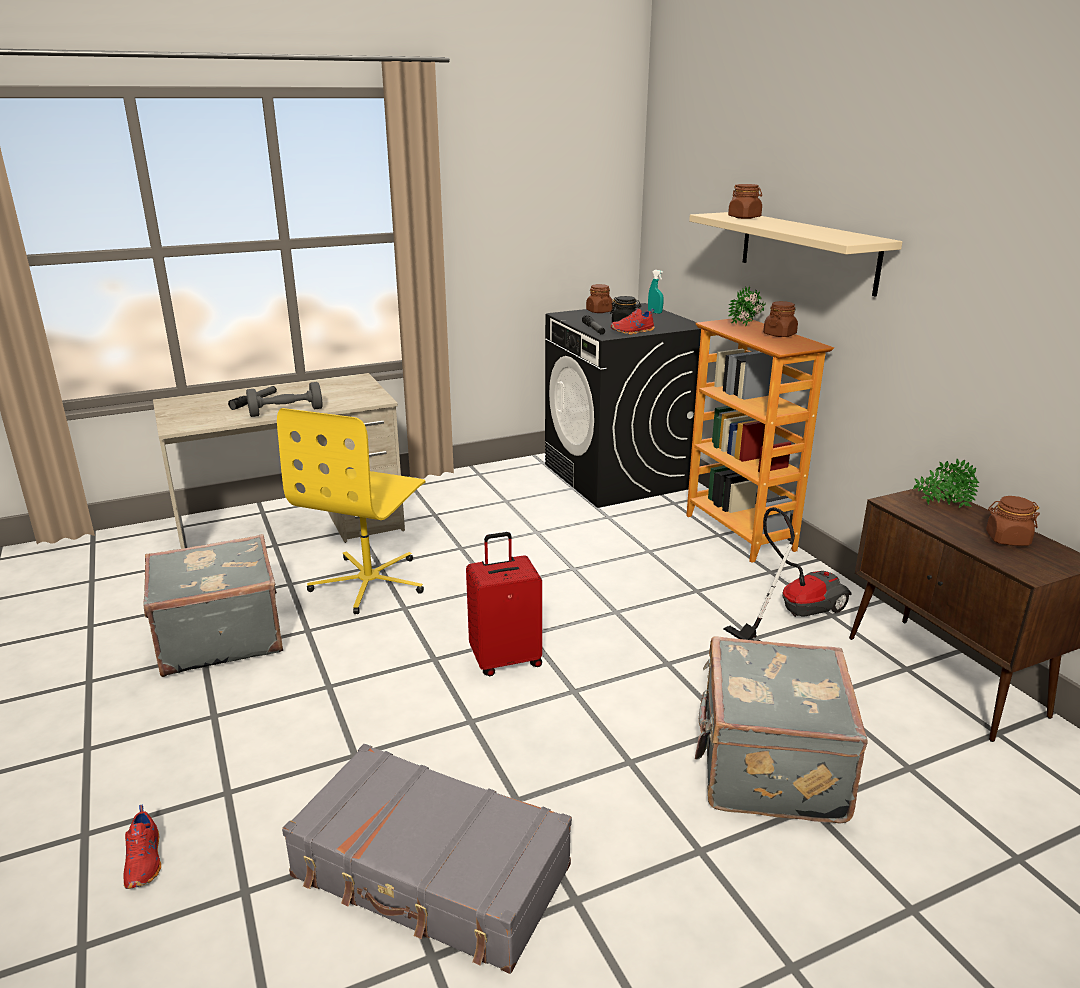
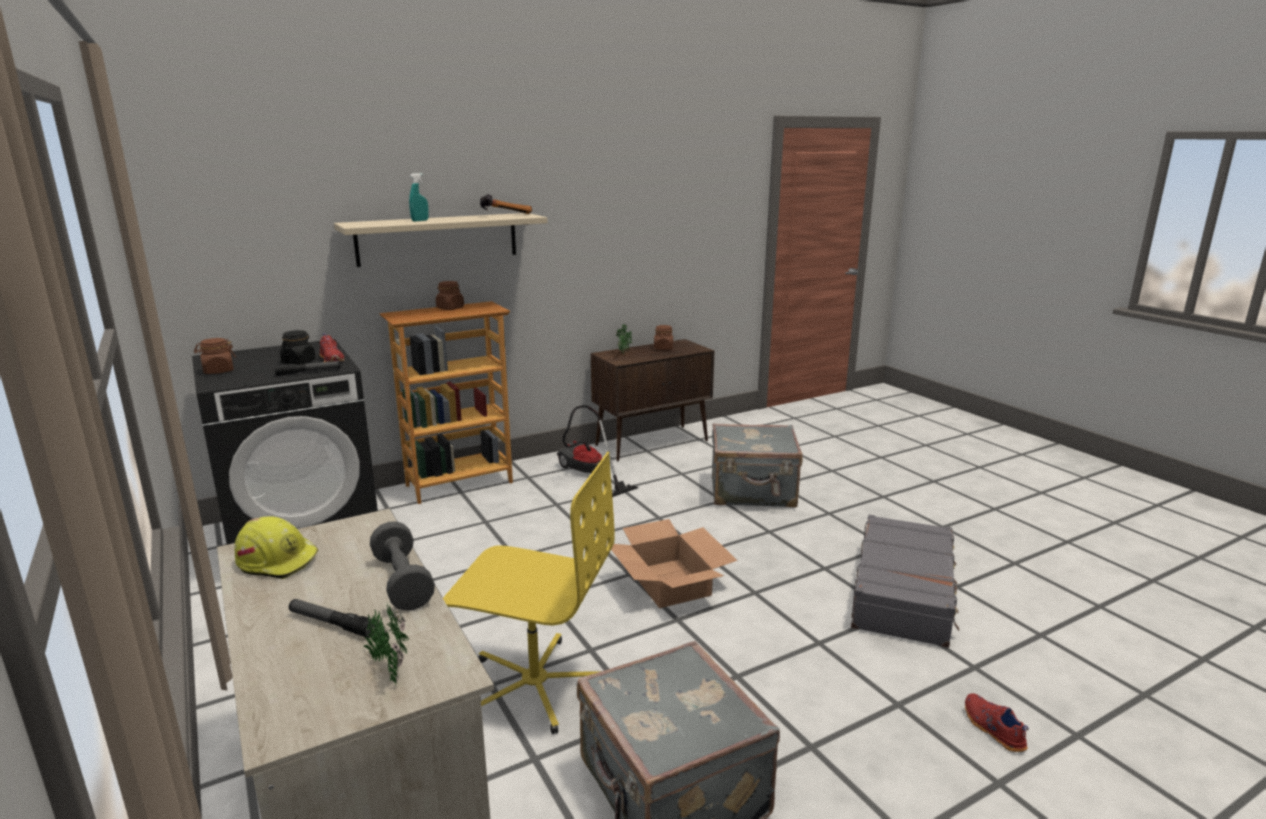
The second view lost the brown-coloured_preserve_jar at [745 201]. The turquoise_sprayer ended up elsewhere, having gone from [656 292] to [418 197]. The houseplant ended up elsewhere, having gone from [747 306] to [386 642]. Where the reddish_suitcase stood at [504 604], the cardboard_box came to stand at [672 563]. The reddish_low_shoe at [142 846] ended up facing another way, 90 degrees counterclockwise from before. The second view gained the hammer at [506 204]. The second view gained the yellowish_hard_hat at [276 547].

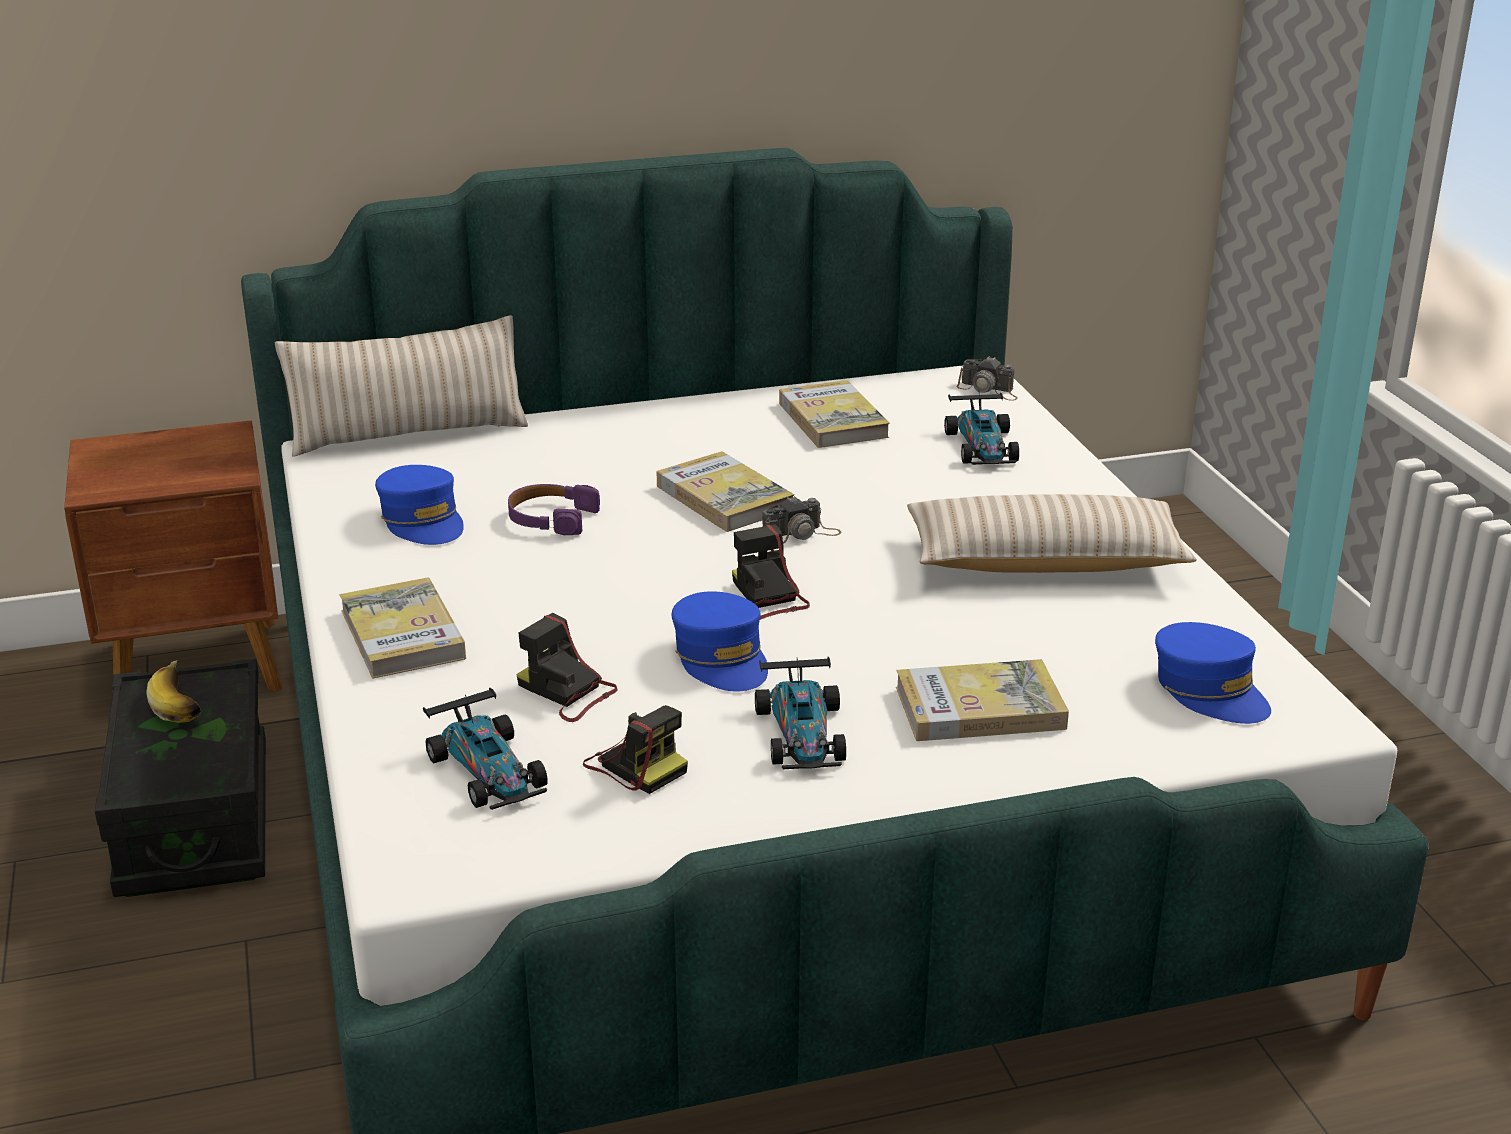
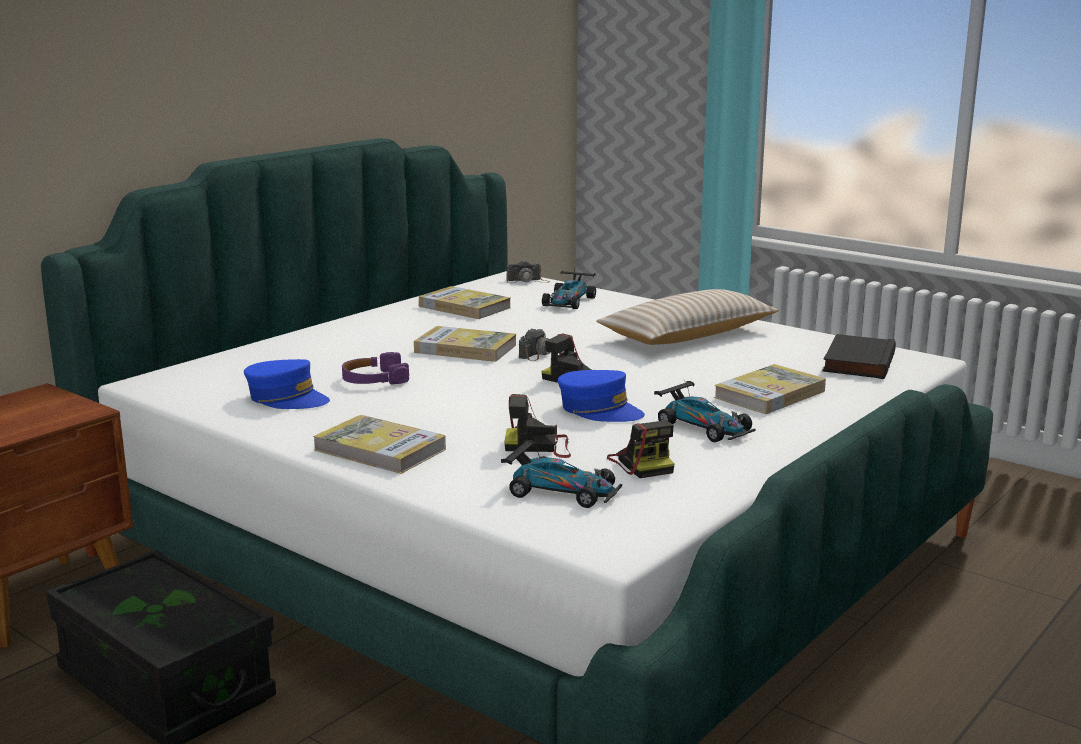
The second view lost the beige-coloured_throw_pillow at [401 386]. The toy_car at [981 427] ended up facing another way, 60 degrees clockwise from before. Where the bluish_peaked_cap stood at [1213 673], the black-coloured_book came to stand at [859 356]. The second view lost the whole_banana at [174 691]. The still_camera at [635 749] ended up facing another way, 60 degrees clockwise from before.

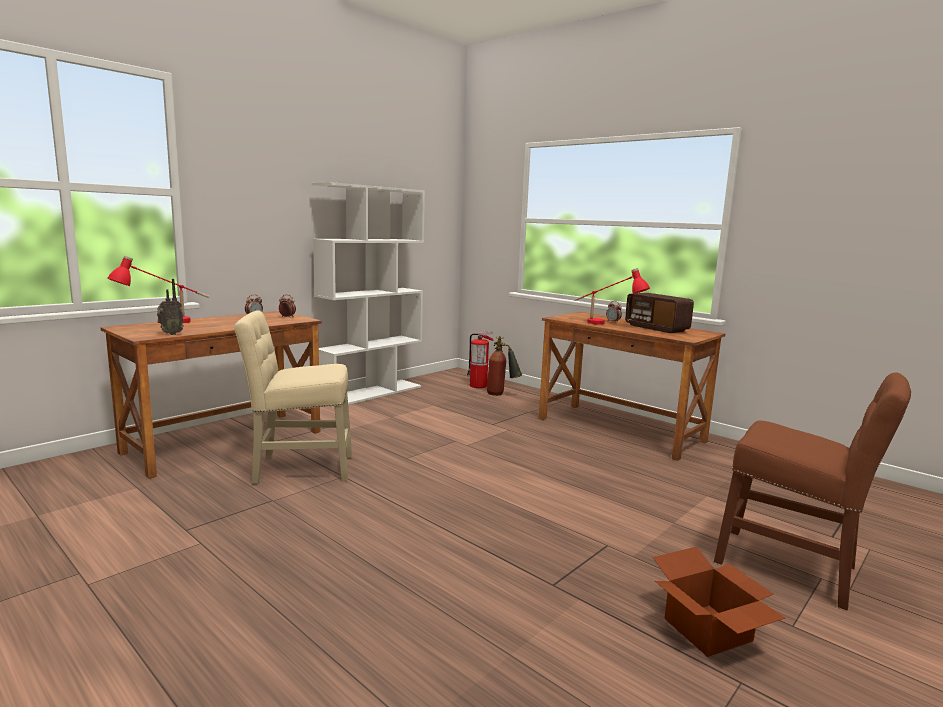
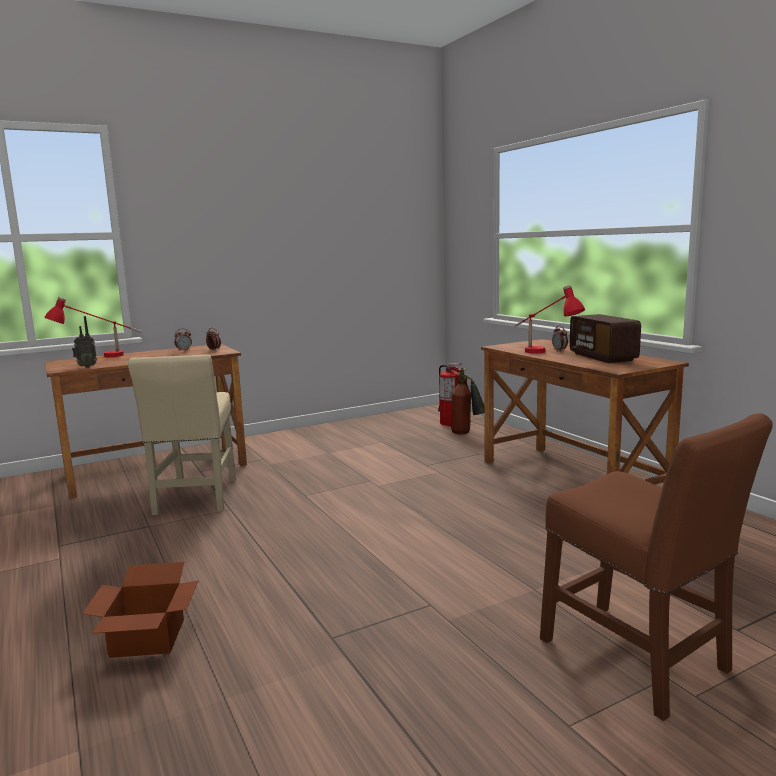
The second view lost the whitish_bookshelf at [368 294]. The beige-coloured_plain_chair at [293 397] ended up facing another way, 105 degrees counterclockwise from before. The cardboard_box ended up elsewhere, having gone from [719 602] to [140 610].

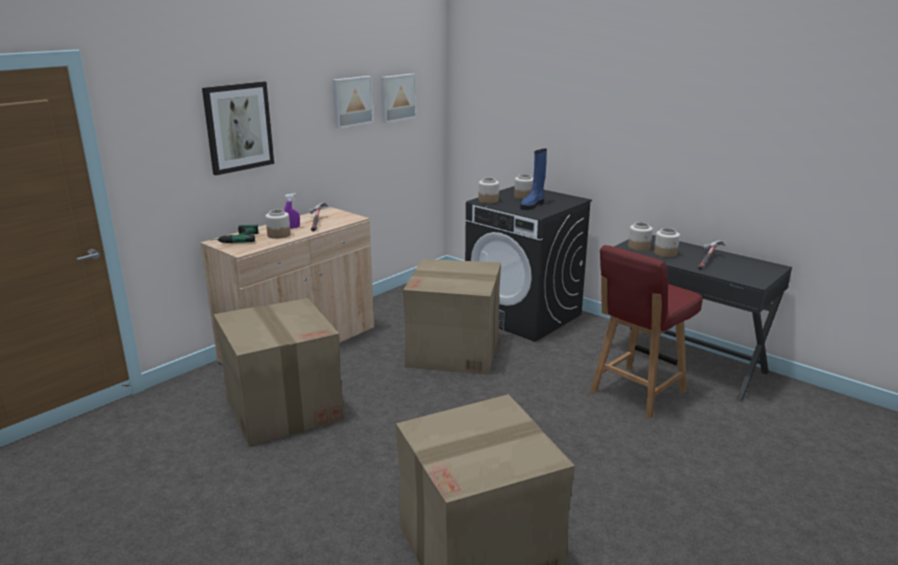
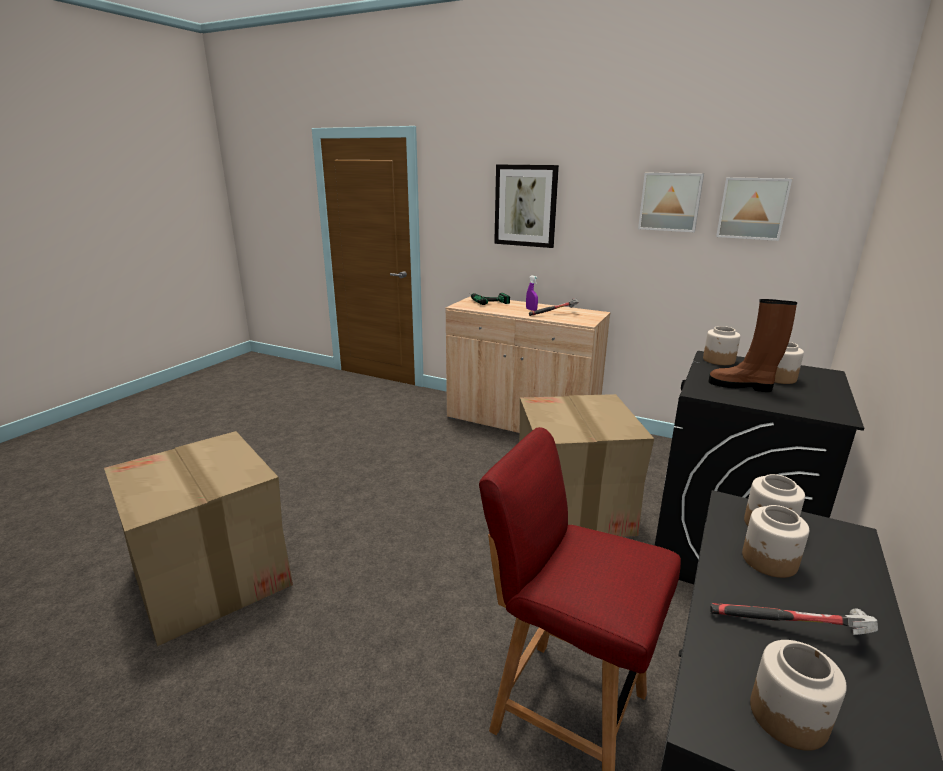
What was the bluish_high-top_boot at [533 179] turned into the brown-coloured_high-top_boot at [752 345]. The preserve_jar ended up elsewhere, having gone from [278 224] to [798 695]. The second view lost the cardboard_box at [279 372].

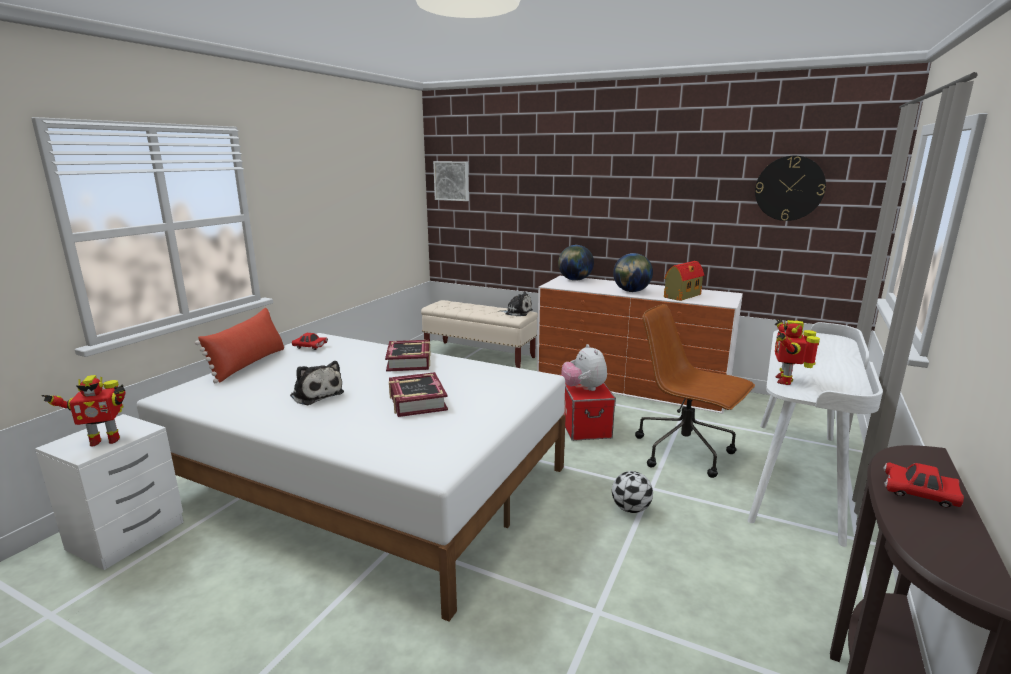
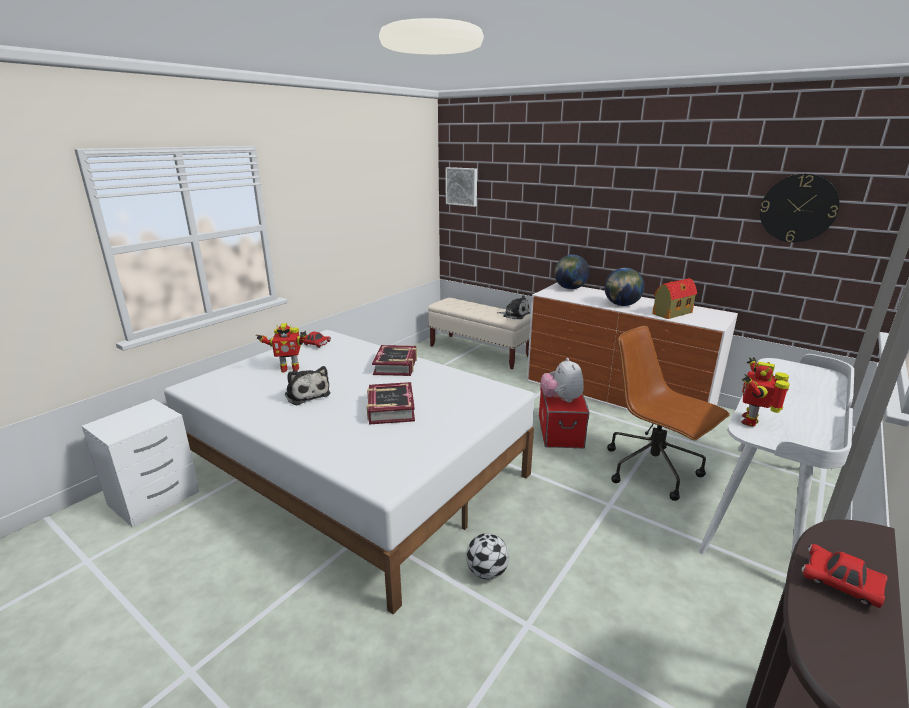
The second view lost the reddish_throw_pillow at [240 345]. The robot_figure ended up elsewhere, having gone from [83 411] to [281 348]. The ball_for_football ended up elsewhere, having gone from [632 492] to [487 556].

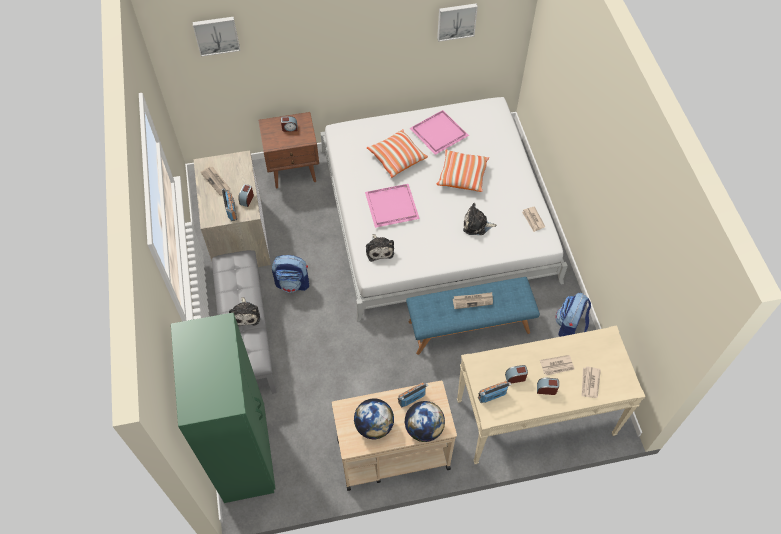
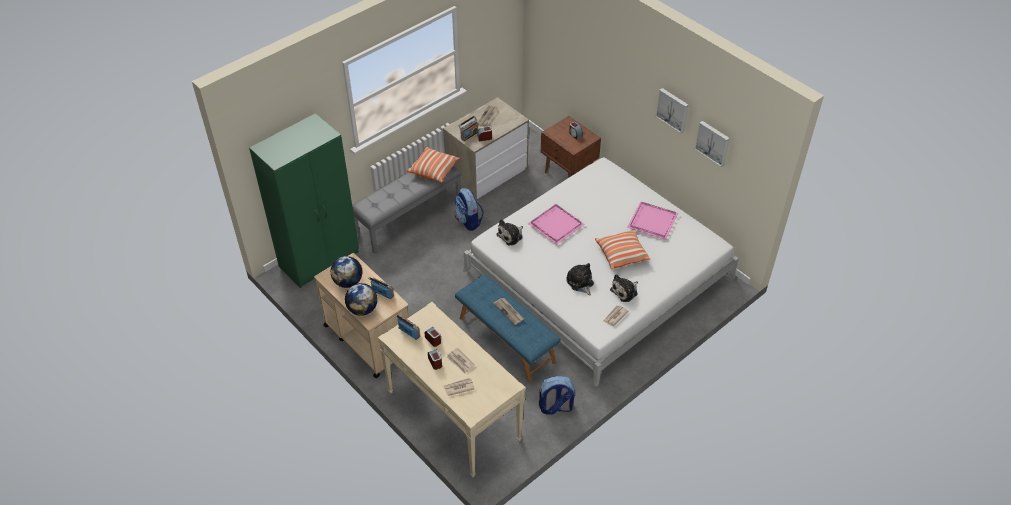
The wall_art ended up elsewhere, having gone from [216 37] to [671 110]. The throw_pillow ended up elsewhere, having gone from [397 153] to [433 164]. The plush_toy ended up elsewhere, having gone from [244 312] to [624 288].

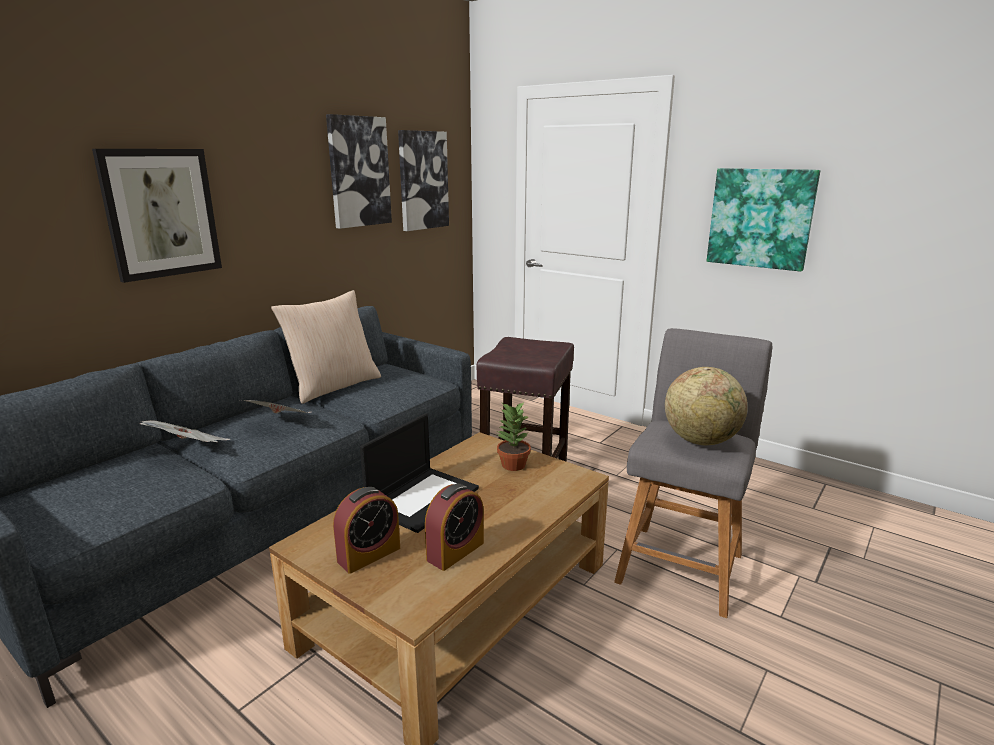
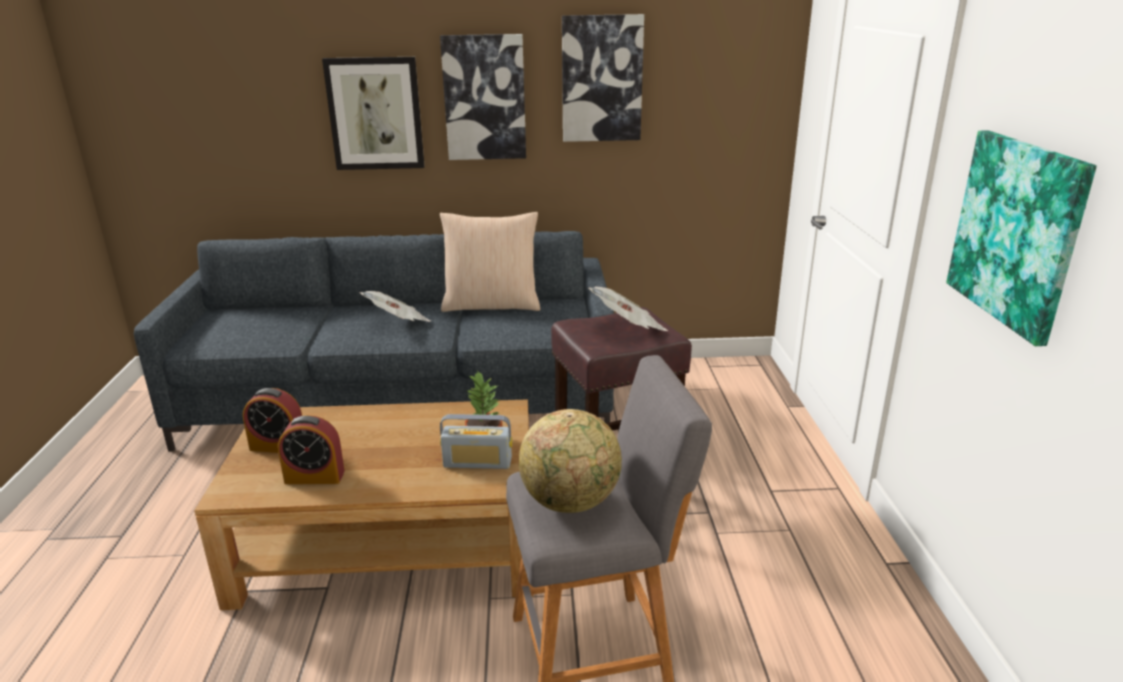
The wall_art ended up elsewhere, having gone from [423 180] to [483 97]. The second view lost the portable_computer at [419 473]. The printed_paper ended up elsewhere, having gone from [185 431] to [628 309]. The second view gained the radio at [476 441].

